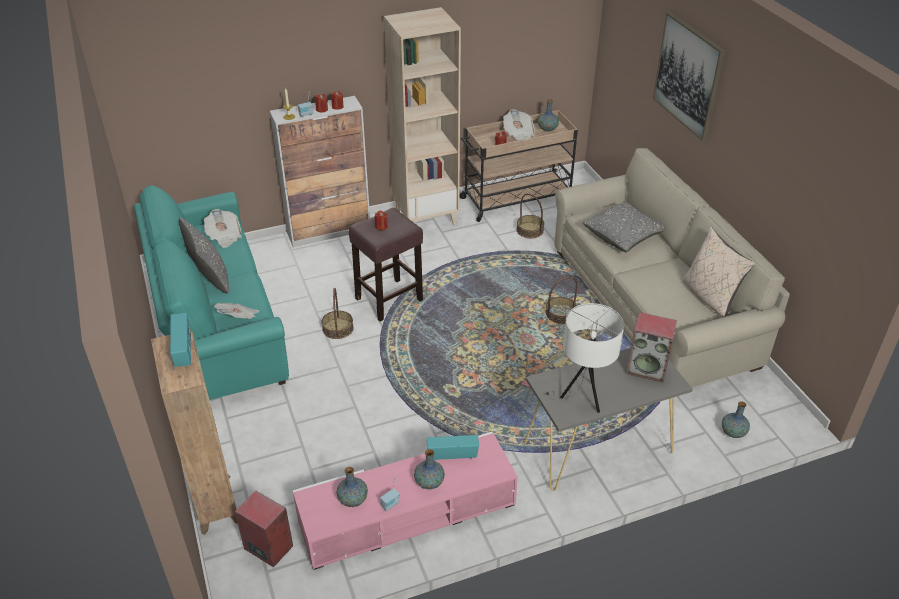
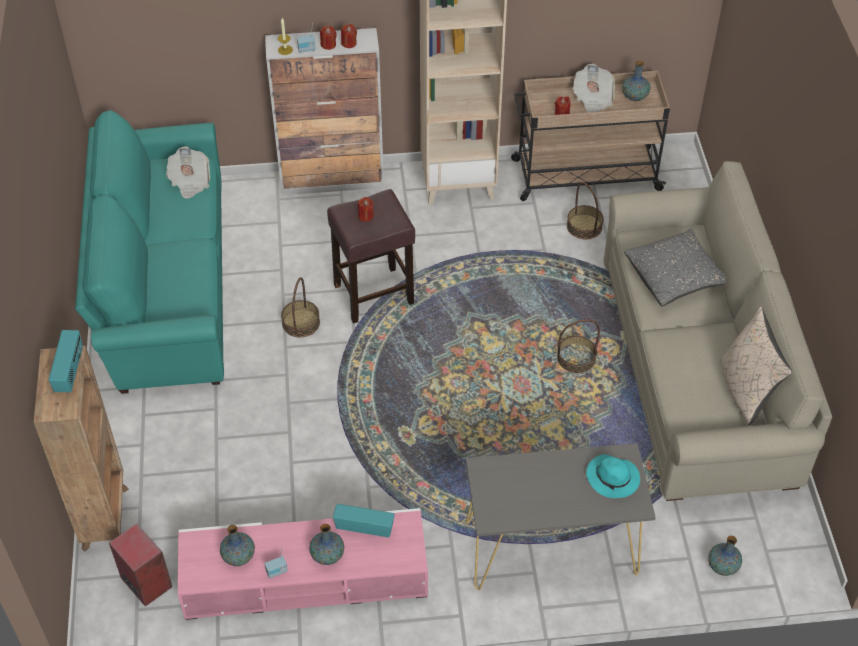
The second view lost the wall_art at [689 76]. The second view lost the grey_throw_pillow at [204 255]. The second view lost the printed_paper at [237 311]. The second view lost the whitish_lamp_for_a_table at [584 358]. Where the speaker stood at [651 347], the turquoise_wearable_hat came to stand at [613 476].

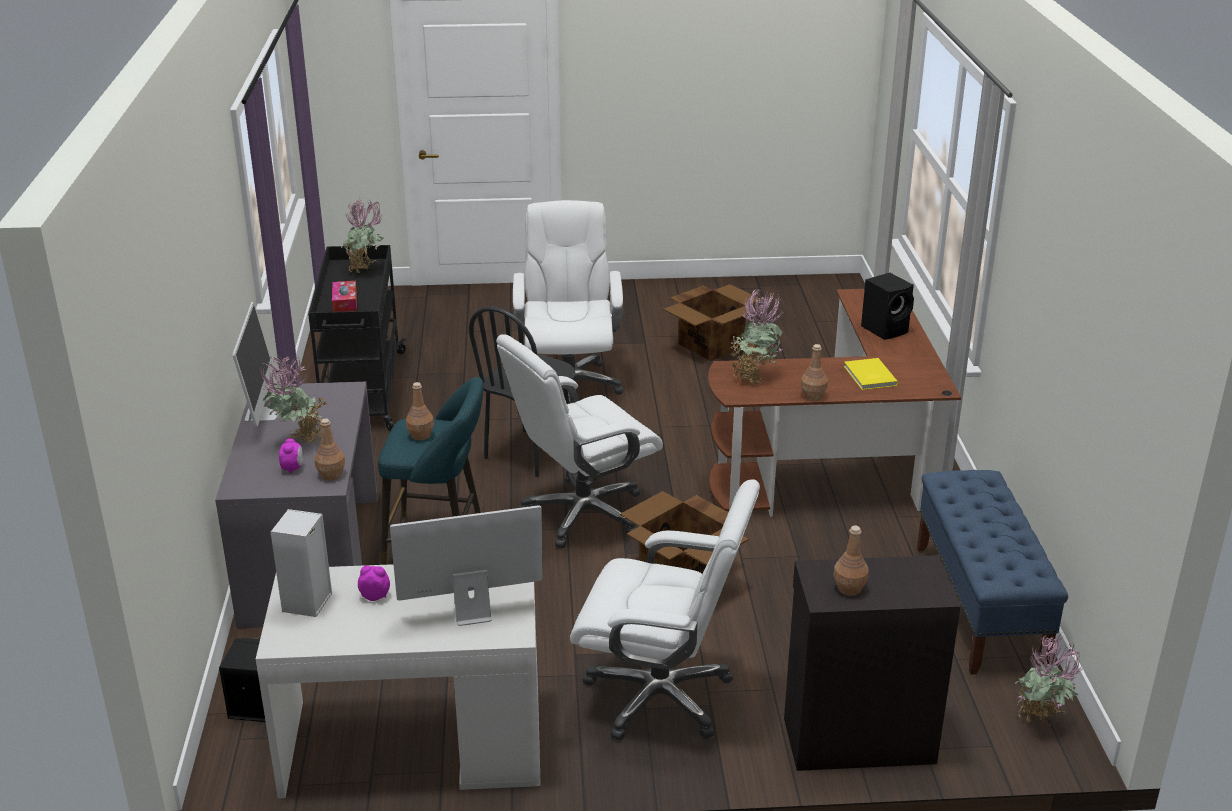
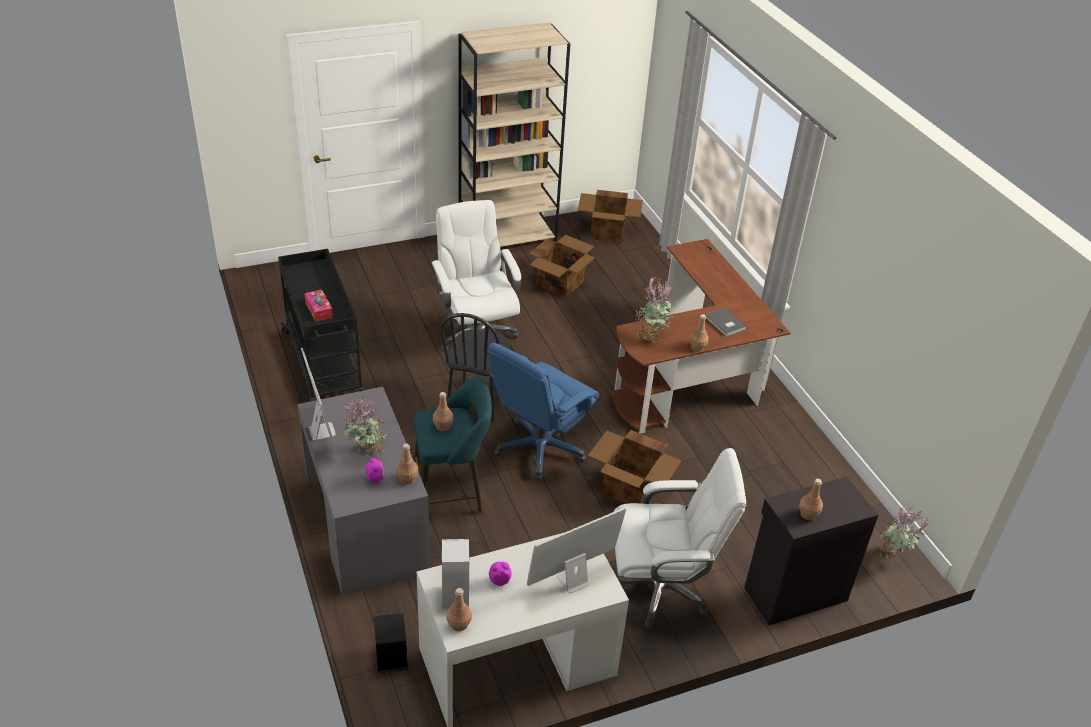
The second view lost the houseplant at [362 236]. The second view lost the black-coloured_speaker at [887 306]. What was the whitish_desk_chair at [579 441] turned into the bluish_desk_chair at [543 412]. What was the yellowish_book at [871 374] turned into the grey_book at [726 321]. The second view lost the bluish_indoor_bench at [992 572]. The second view gained the beige-coloured_bookshelf at [514 135]. The second view gained the cardboard_box at [610 216]. The second view gained the brown-coloured_drink_bottle at [459 609].

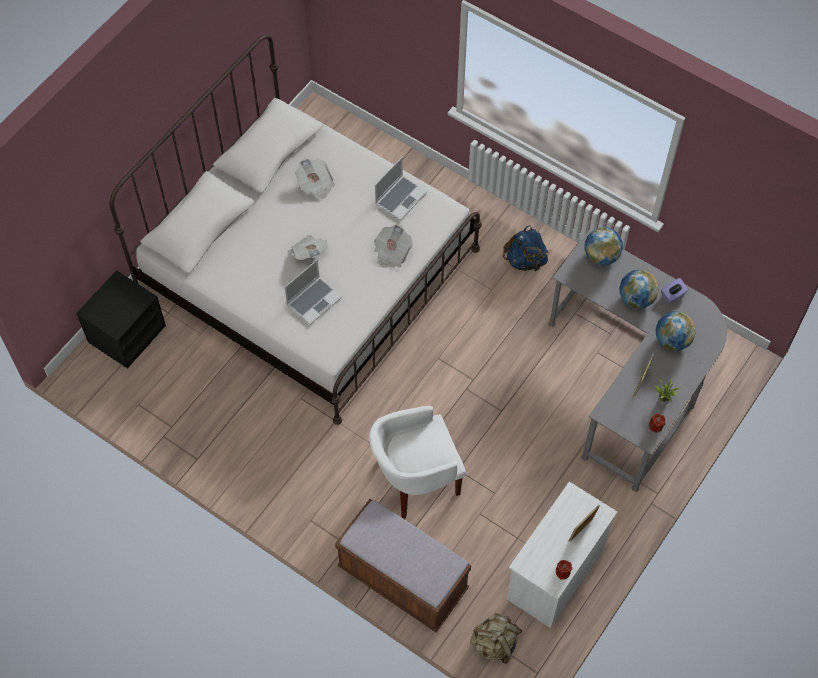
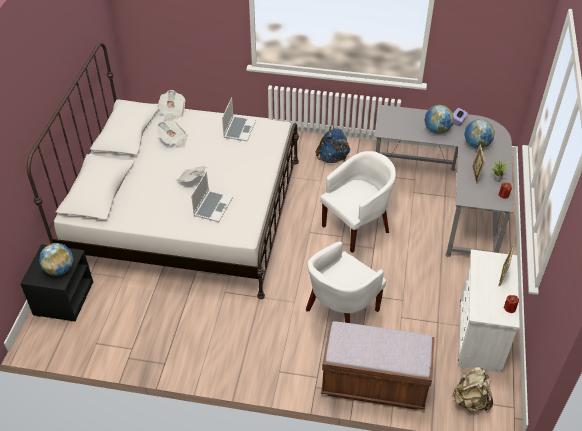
The printed_paper ended up elsewhere, having gone from [393 246] to [172 105]. The desk_globe ended up elsewhere, having gone from [603 246] to [56 259]. The second view gained the whitish_easy_chair at [358 202].

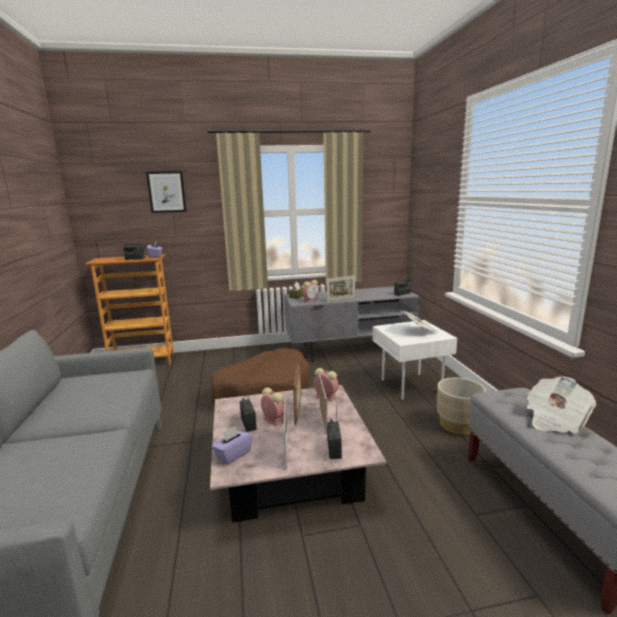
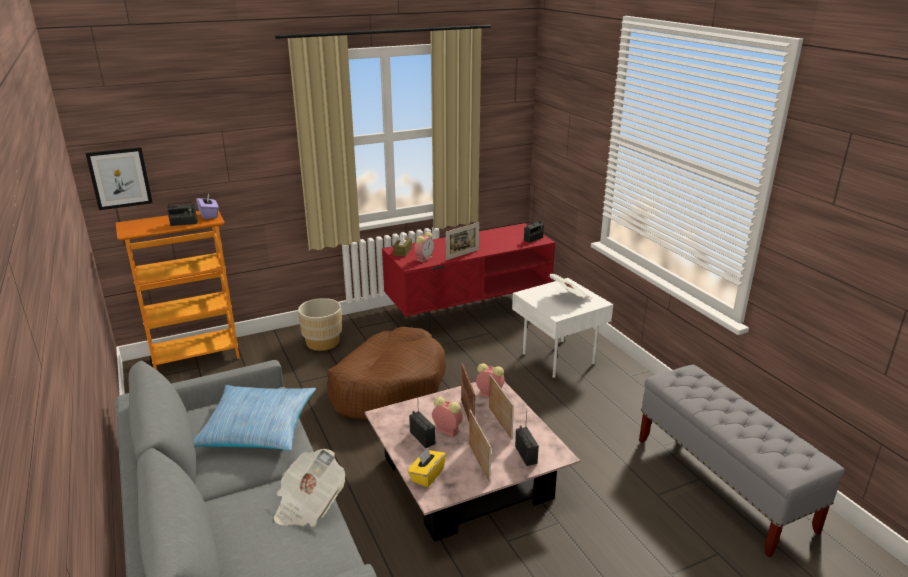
The wall_art ended up elsewhere, having gone from [166 192] to [119 178]. What was the grey_tv_stand at [352 324] turned into the reddish_tv_stand at [468 278]. The printed_paper ended up elsewhere, having gone from [561 405] to [309 488]. The beige-coloured_flower_pot ended up elsewhere, having gone from [461 406] to [320 324]. What was the purple-coloured_tissue_holder at [232 445] turned into the yellowish_tissue_holder at [427 467]. The second view gained the throw_pillow at [254 418].

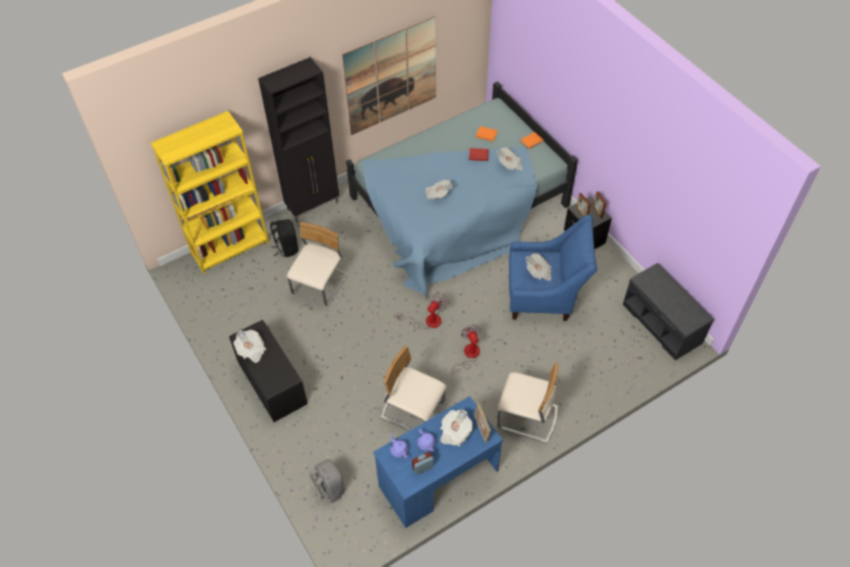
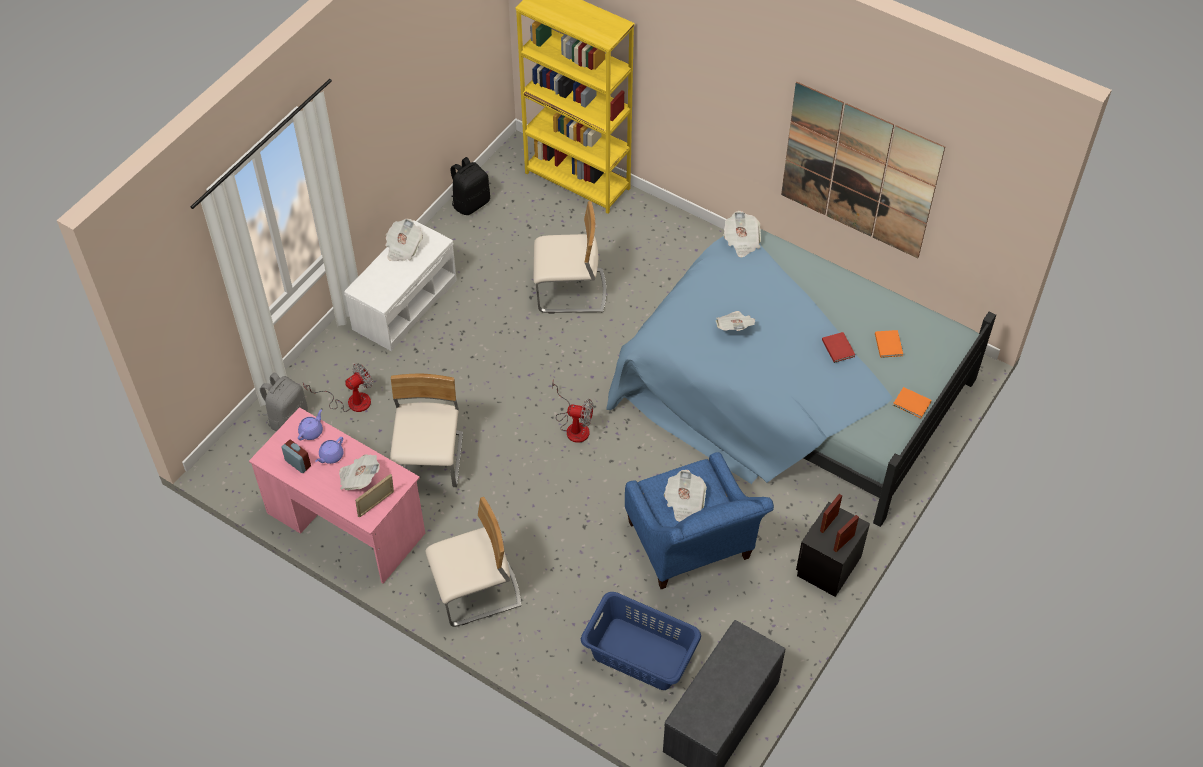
The second view lost the black-coloured_storage_cabinet at [298 139]. The printed_paper ended up elsewhere, having gone from [510 159] to [742 234]. The black-coloured_knapsack ended up elsewhere, having gone from [284 238] to [470 186]. What was the black-coloured_indoor_bench at [268 371] turned into the whitish_indoor_bench at [400 285]. The electric_fan ended up elsewhere, having gone from [465 350] to [338 387]. The beige-coloured_plain_chair at [528 402] ended up facing another way, 105 degrees counterclockwise from before. What was the bluish_desk_table at [438 462] turned into the pink_desk_table at [337 495]. The second view gained the bluish_washing_basket at [641 641].

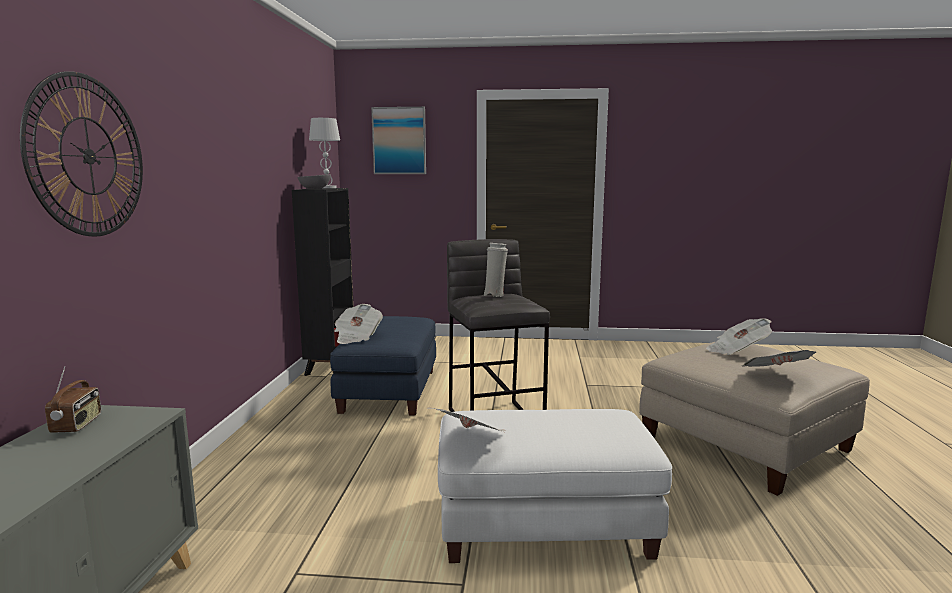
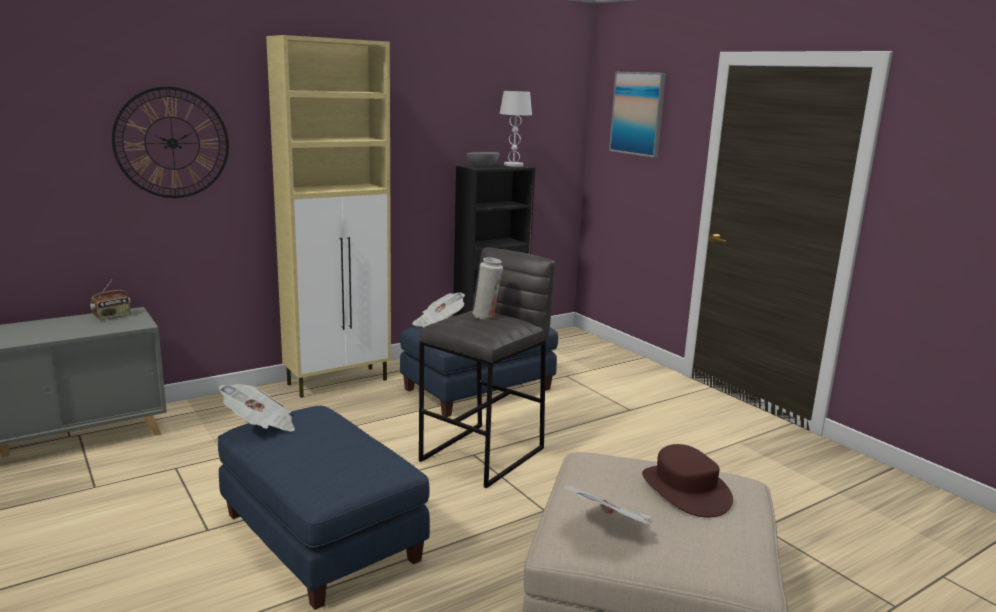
Where the printed_paper stood at [739 336], the brown-coloured_wearable_hat came to stand at [687 481]. What was the whitish_ottoman at [555 486] turned into the bluish_ottoman at [324 508]. The second view gained the beige-coloured_storage_cabinet at [328 216].

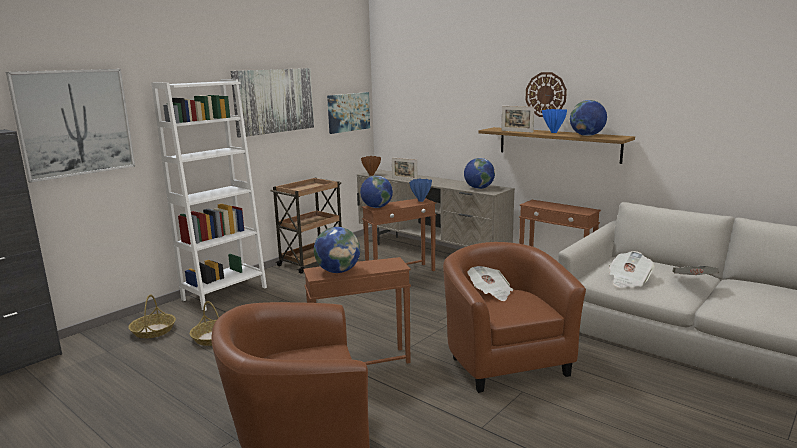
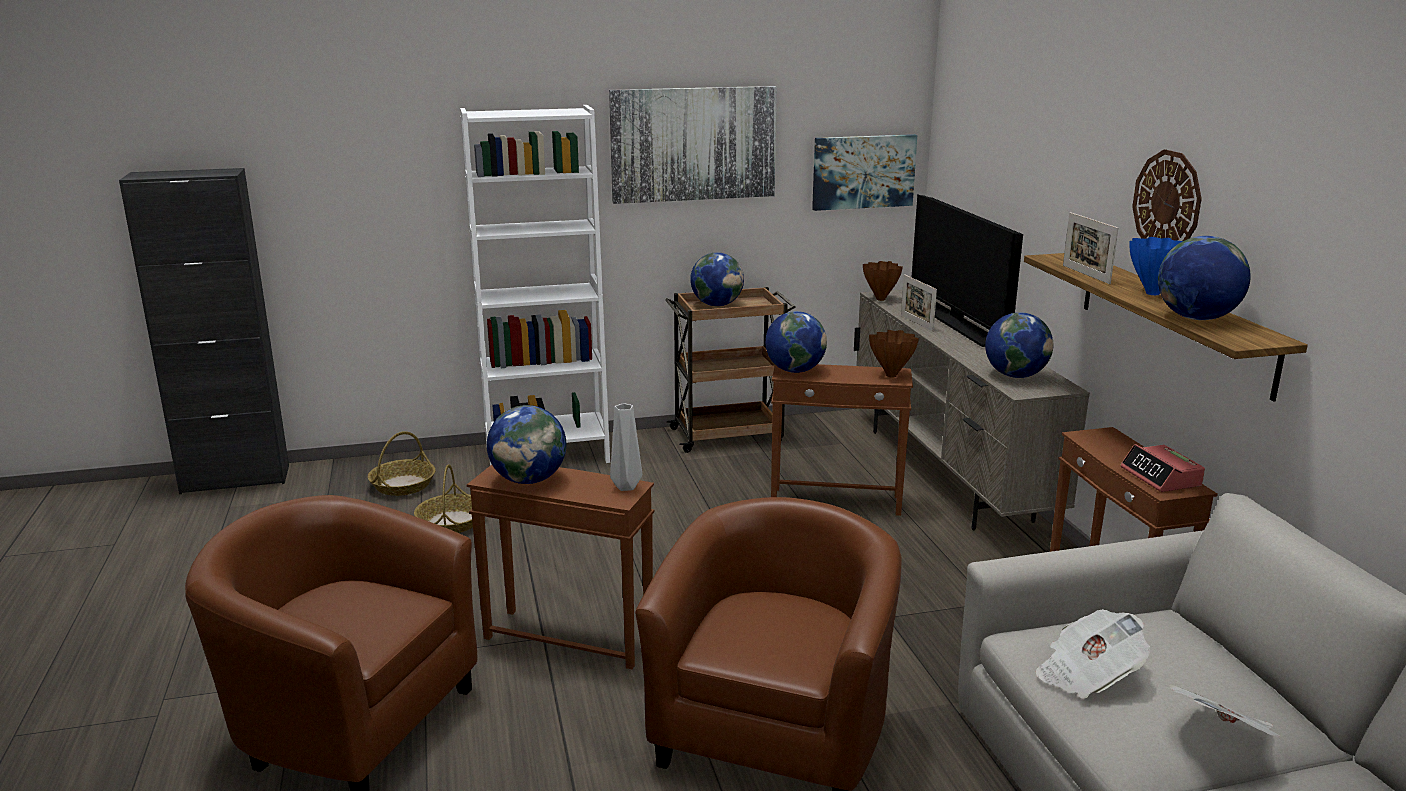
The second view lost the wall_art at [70 126]. What was the bluish_decorative_vase at [420 190] turned into the brown-coloured_decorative_vase at [894 353]. The second view lost the printed_paper at [490 283]. The second view gained the TV at [967 270]. The second view gained the desk_globe at [717 279]. The second view gained the grey_decorative_vase at [626 447]. The second view gained the alarm_clock at [1162 468].

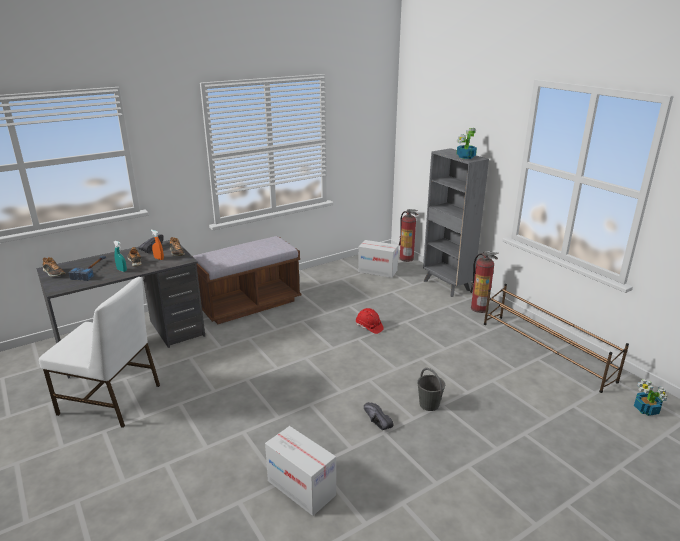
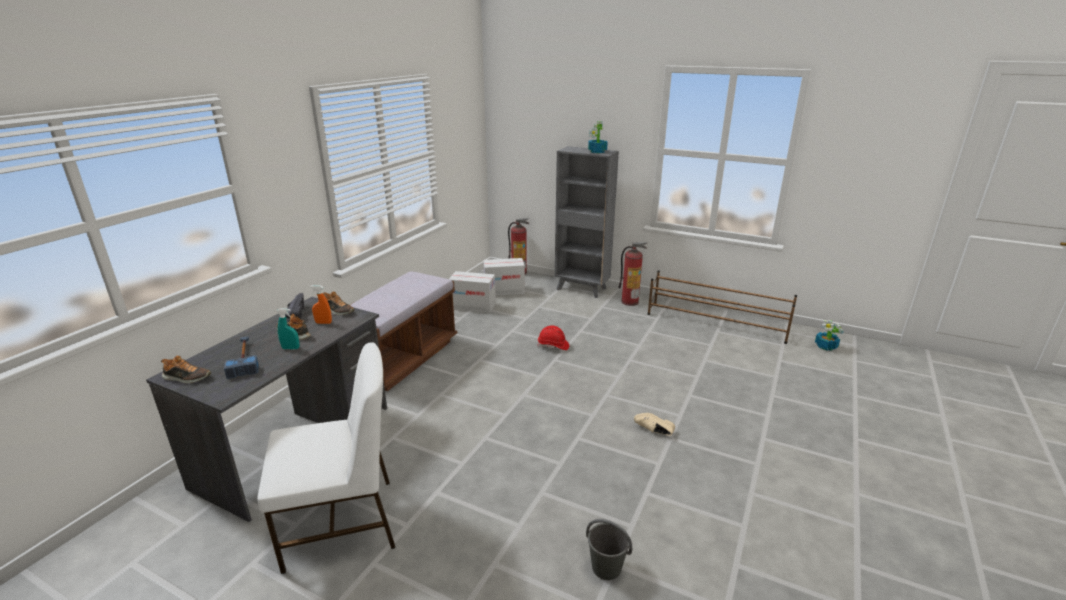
The grey_bucket ended up elsewhere, having gone from [431 389] to [609 549]. What was the black-coloured_low_shoe at [379 416] turned into the beige-coloured_low_shoe at [654 424]. The cardboard_box ended up elsewhere, having gone from [300 471] to [472 292].

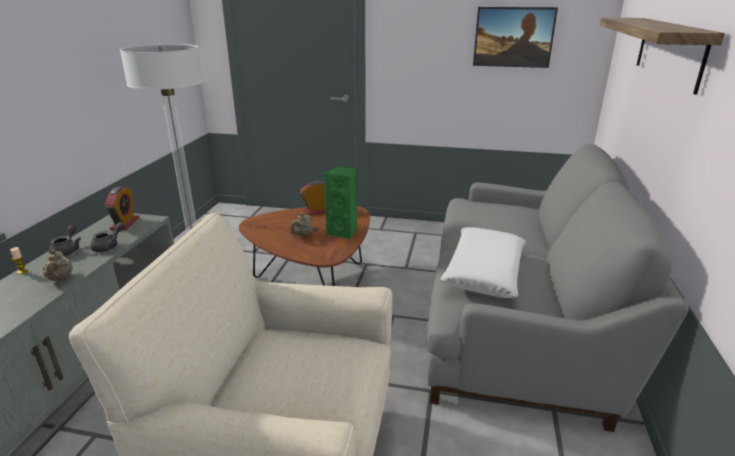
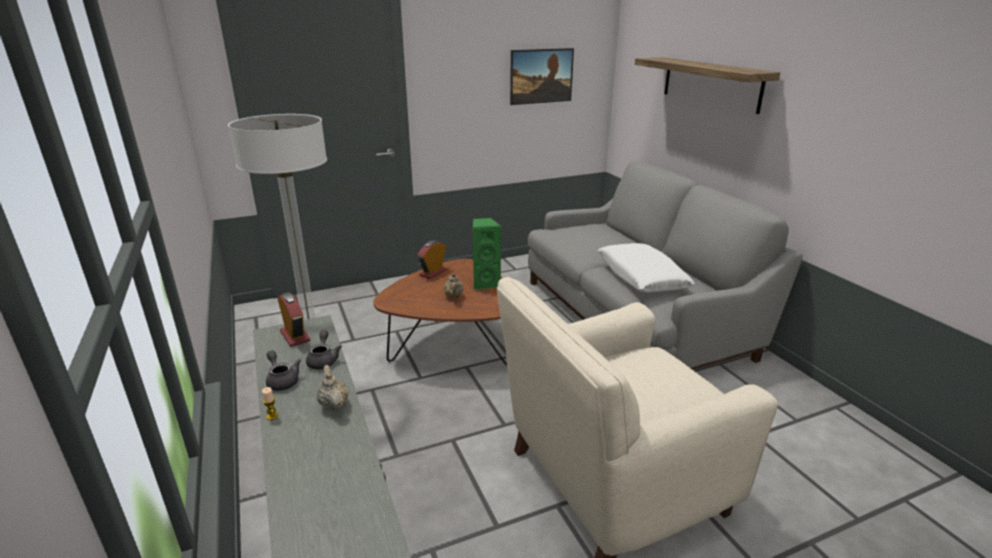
The beige-coloured_tea_pot at [58 265] ended up facing another way, 150 degrees counterclockwise from before.

